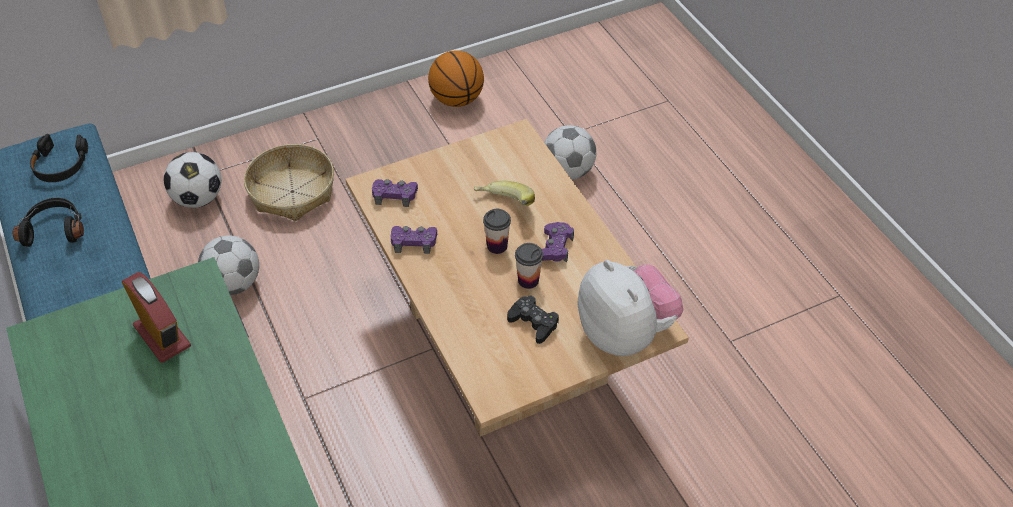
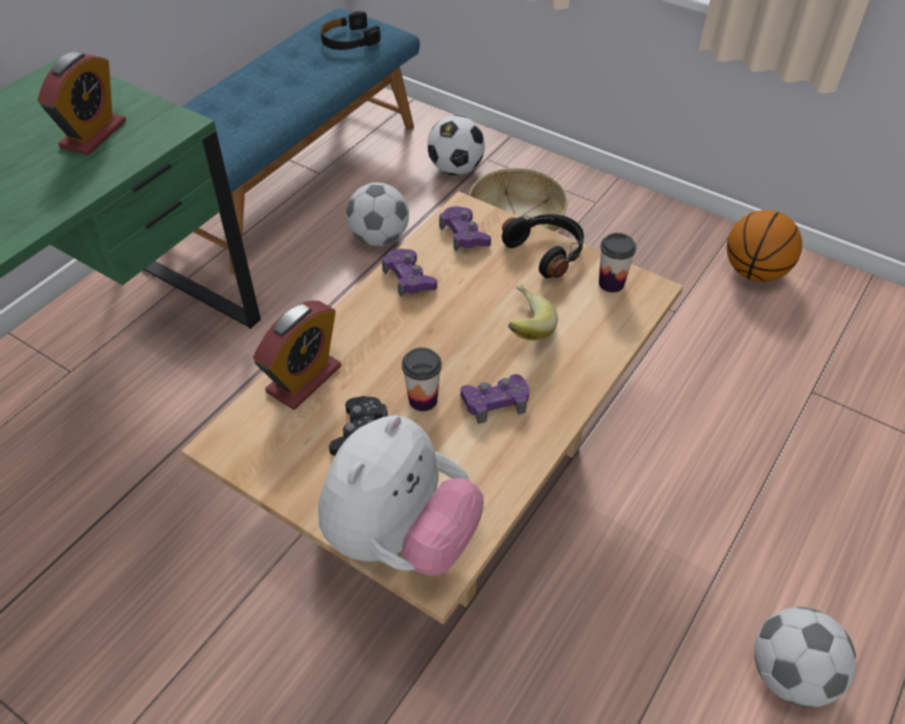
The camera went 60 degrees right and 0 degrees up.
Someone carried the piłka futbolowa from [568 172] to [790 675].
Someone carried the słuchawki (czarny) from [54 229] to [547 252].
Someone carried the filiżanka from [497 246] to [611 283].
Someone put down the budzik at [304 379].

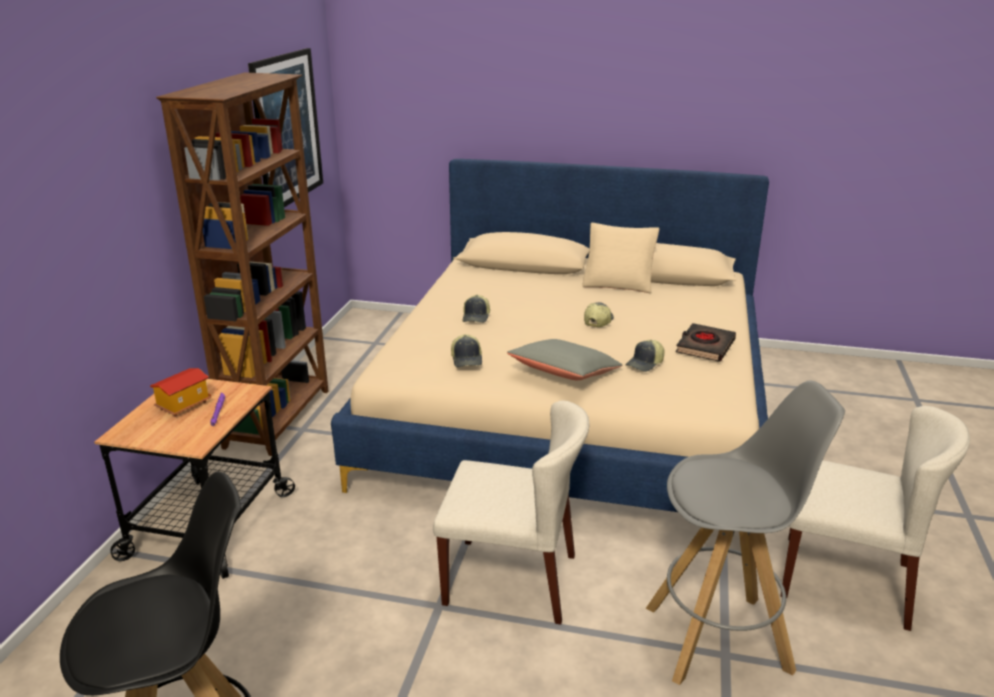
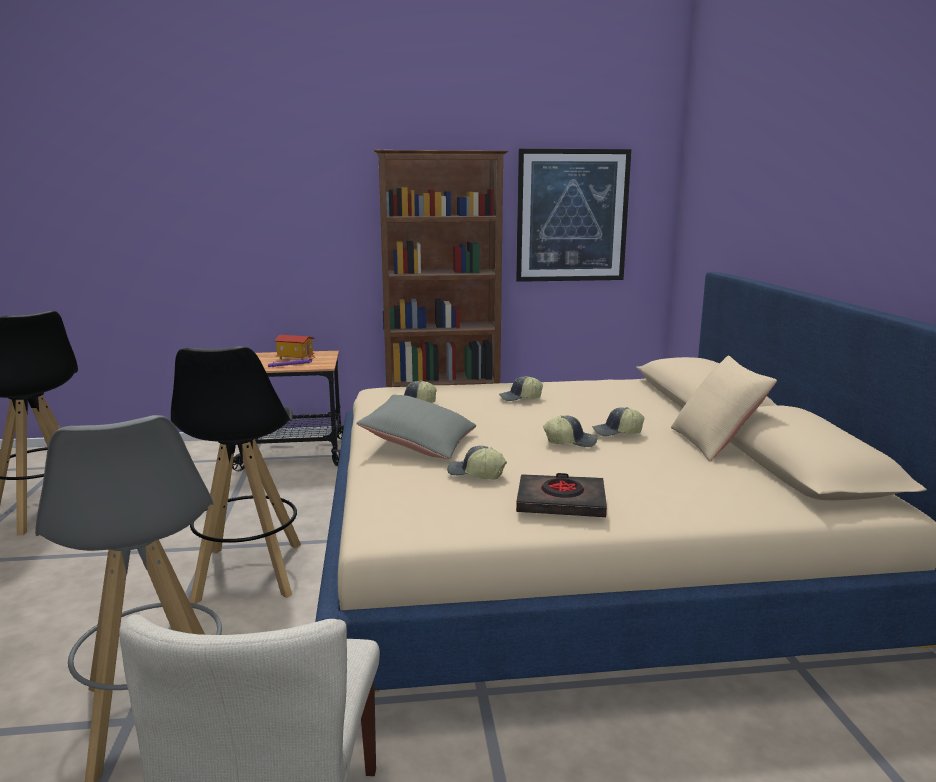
The camera went 70 degrees right and 10 degrees down.
Someone swapped the krzesło (beżowy) at [512 579] for the stołek (czarny) at [248 573].
Someone put down the czapka z daszkiem at [617 433].

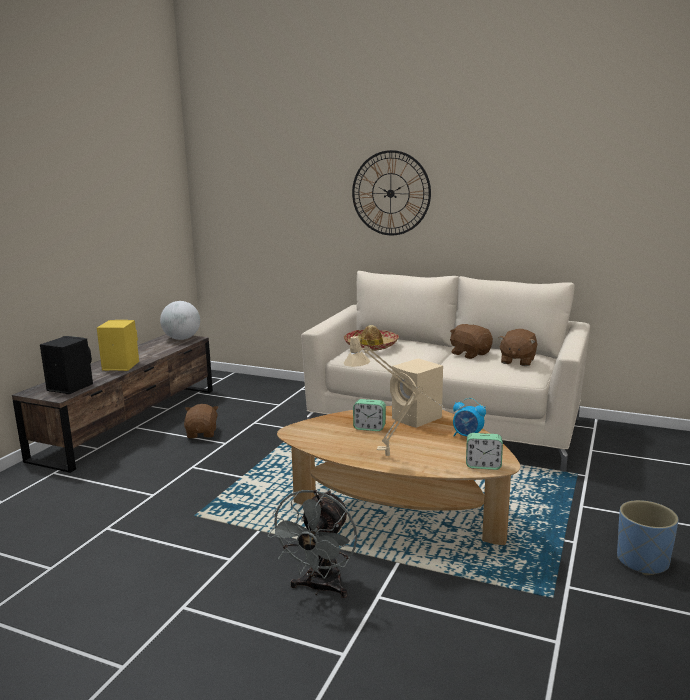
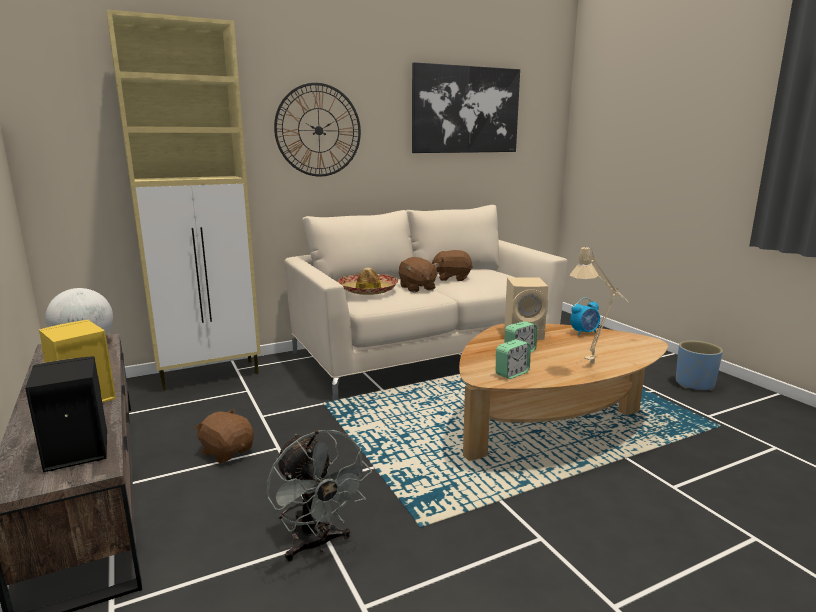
The camera went 50 degrees left and 0 degrees up.
Someone carried the pluszak (brązowy) from [517 361] to [417 288].
Someone carried the budzik from [483 465] to [512 373].
Someone carried the wentylator (szary) from [320 588] to [316 544].
Someone put down the szafka (beżowy) at [211 374].
Someone put up the obraz at [466 110].

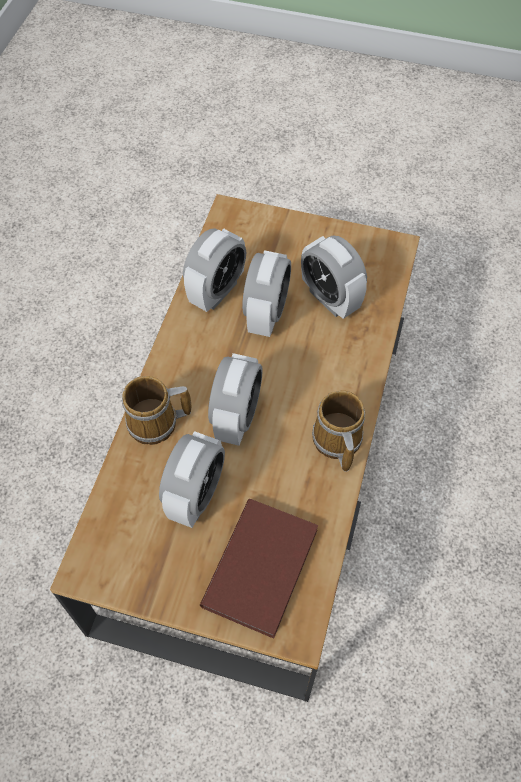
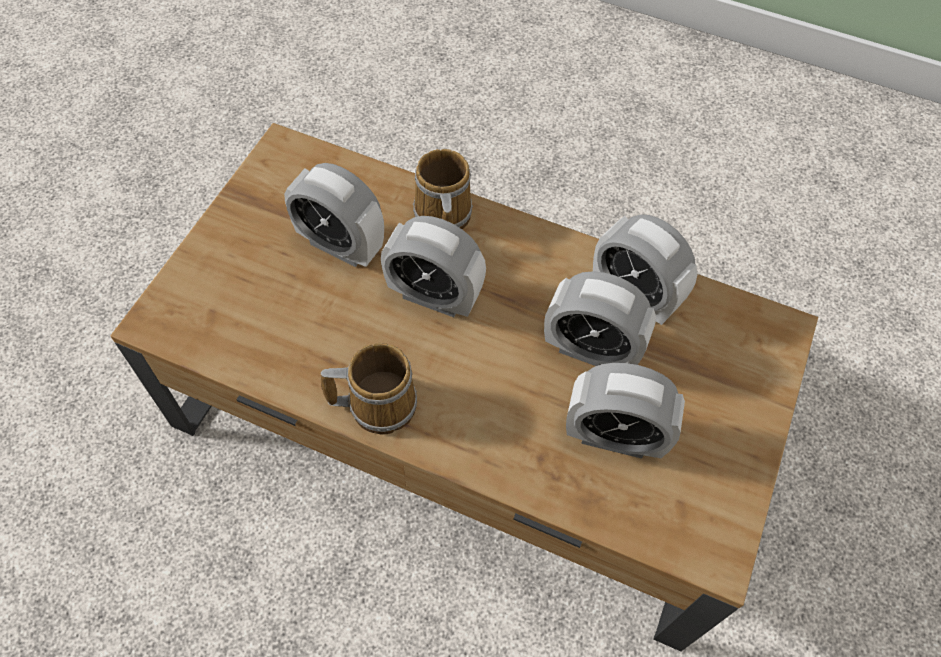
The camera went 95 degrees right and 0 degrees up.
Someone rotated the budzik at [330 299] by 135 degrees counterclockwise.
Someone took away the książka (brązowy) at [264 567].

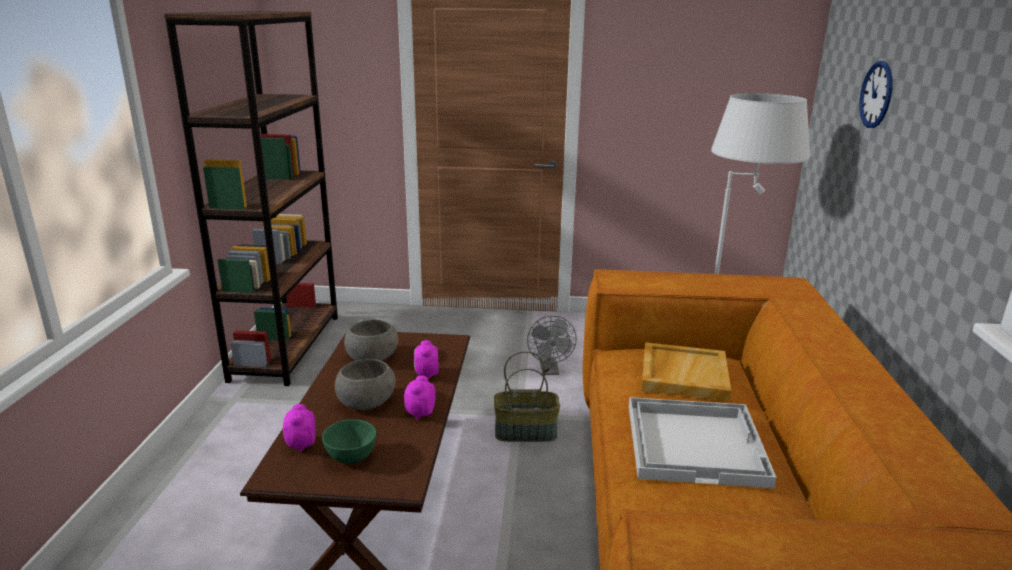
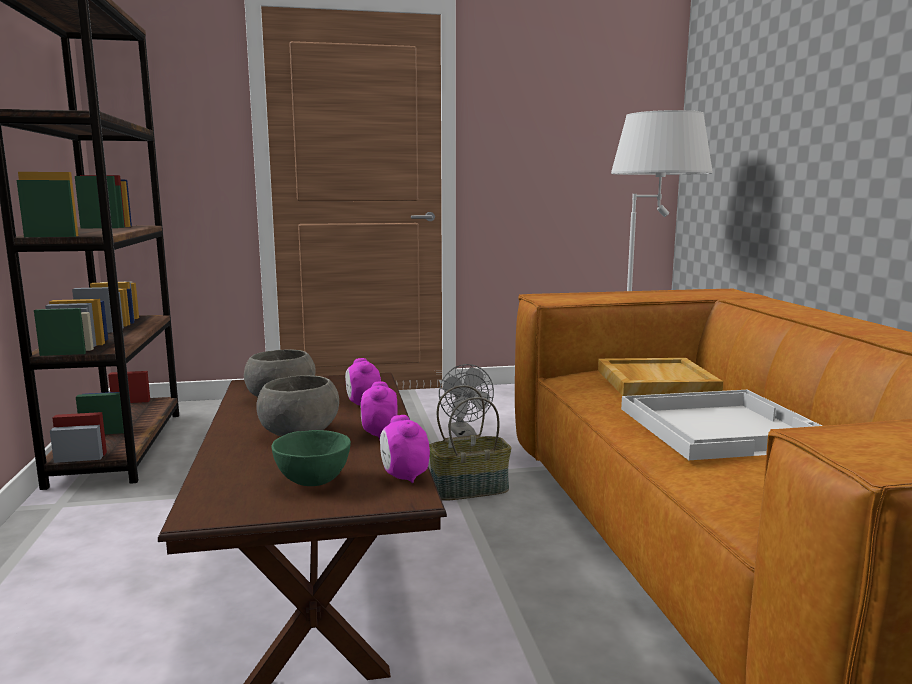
The camera went 15 degrees left and 10 degrees down.
Someone took away the zegar ścienny at [876 95].
Someone carried the budzik from [301 445] to [404 477].

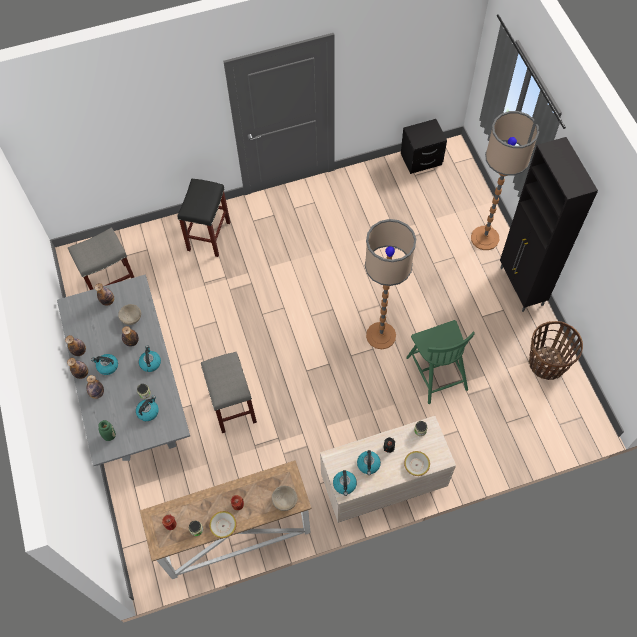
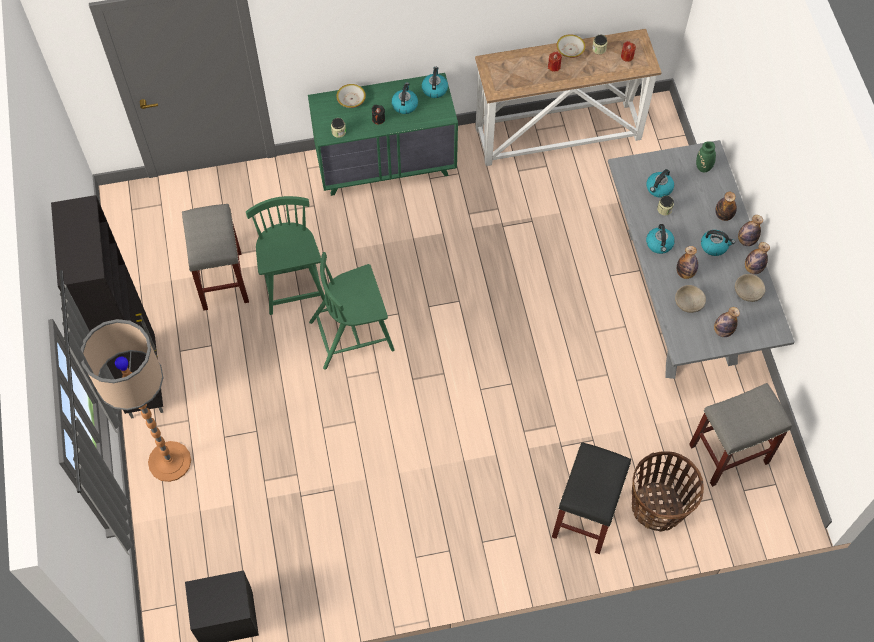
The camera went 175 degrees left and 0 degrees up.
Someone swapped the lampa stojąca at [381 335] for the krzesło (zielony) at [353 335].
Someone carried the koszyk from [546 364] to [657 507].
Someone carried the stołek (szary) from [233 407] to [221 280].
Someone repainted the komoda (beżowy) at [382 484], which became the komoda (zielony) at [386 165].
Someone carried the miska (beżowy) from [285 500] to [747 293].

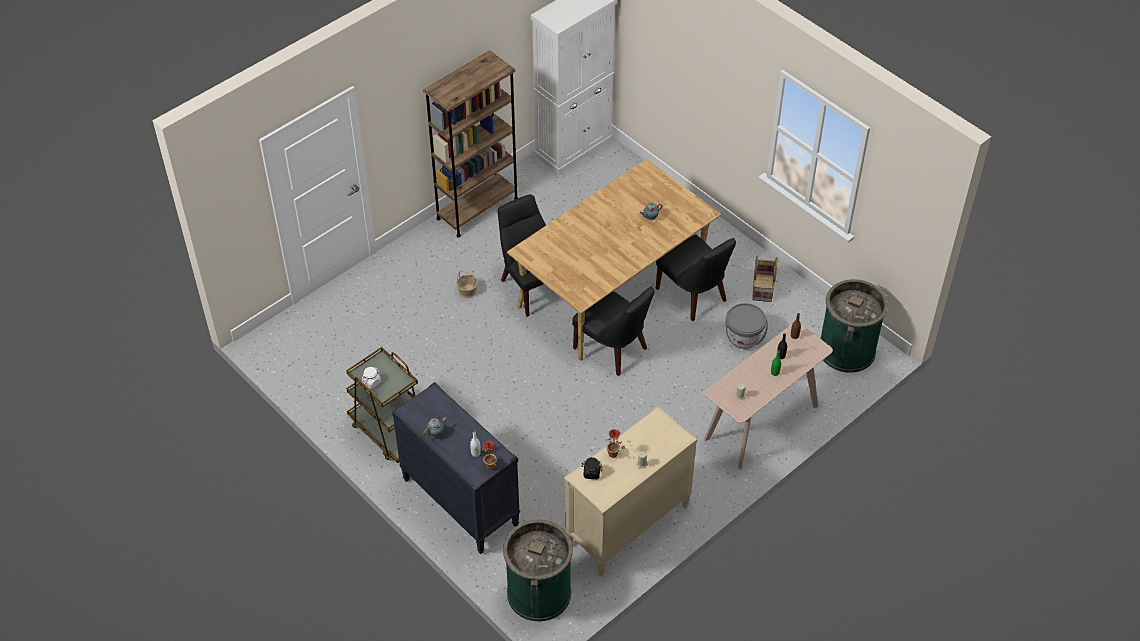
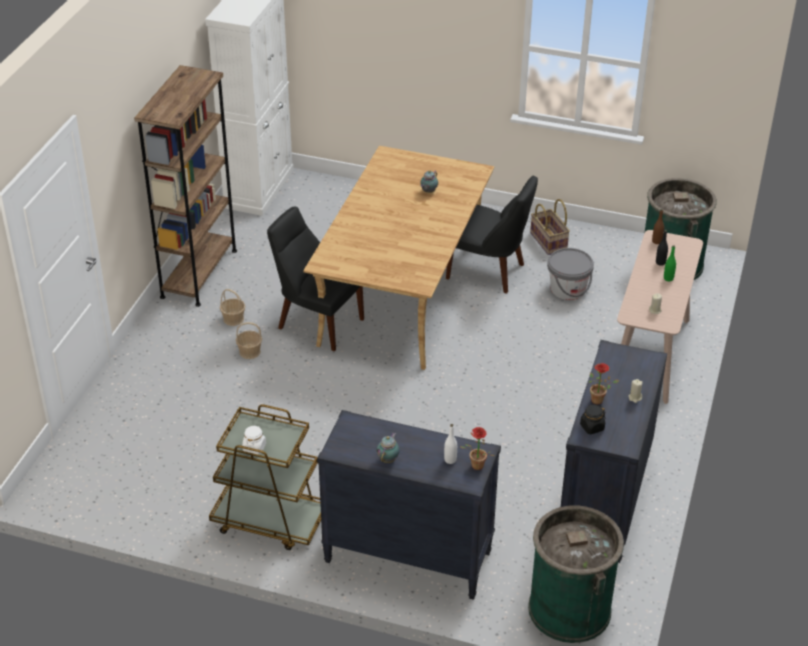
The camera went 30 degrees left and 10 degrees down.
Someone took away the krzesło (czarny) at [613 350].
Someone repainted the komoda (beżowy) at [627 526], which became the komoda (czarny) at [604 502].
Someone put down the koszyk at [233 319].

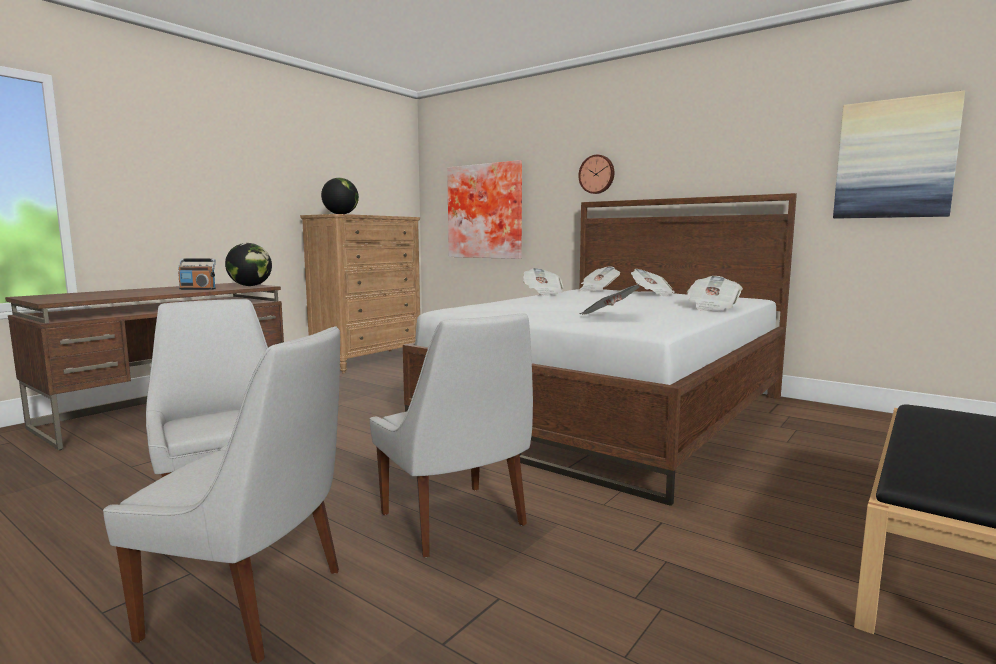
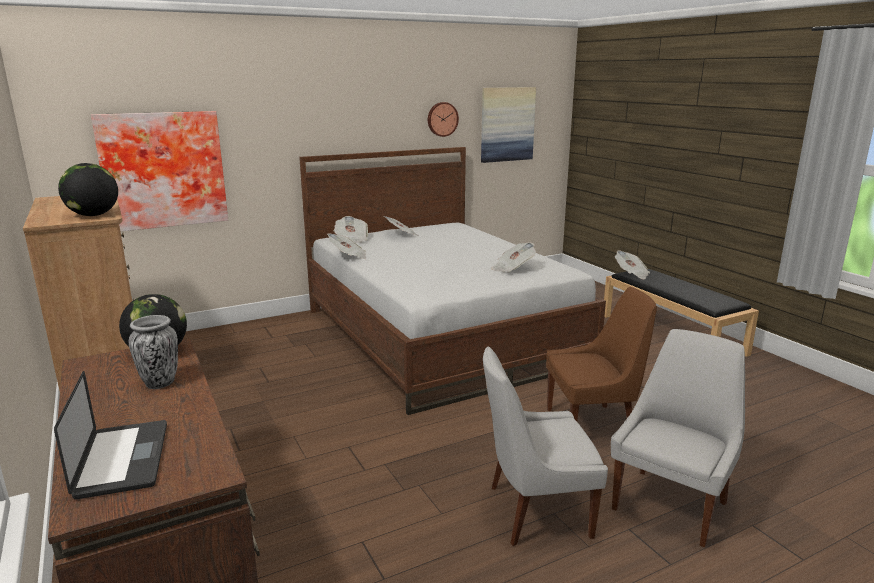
The camera went 65 degrees left and 10 degrees up.
Someone carried the zegar ścienny from [597 174] to [442 119].
Someone swapped the radio at [198 289] for the wazon at [160 383].
Someone carried the gazeta from [712 308] to [631 274].
Someone repainted the krzesło (biały) at [455 521], which became the krzesło (brązowy) at [592 425].
Someone put down the laptop at [123 459].

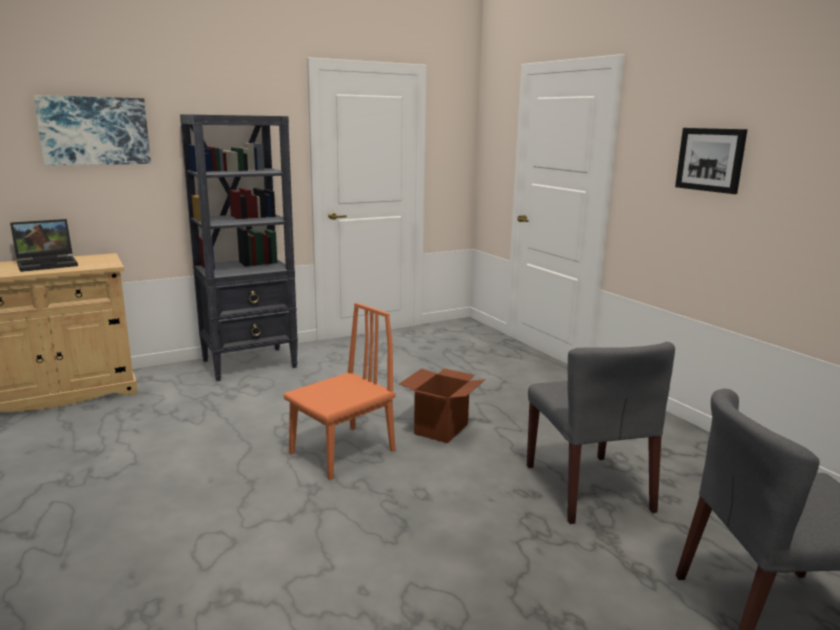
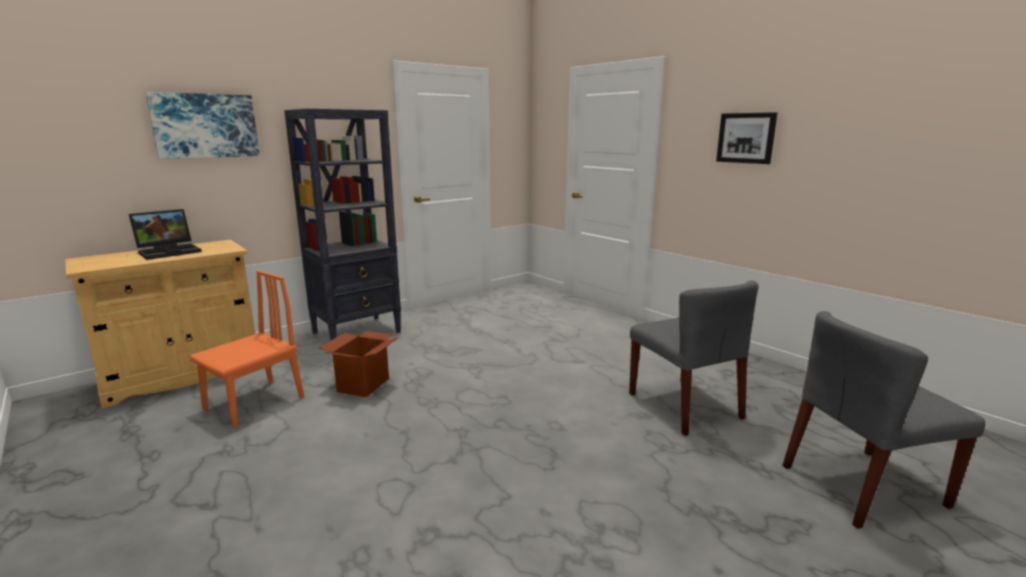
The camera went 10 degrees left and 0 degrees up.
Someone carried the krzesło (pomarańczowy) from [342 452] to [254 403].
Someone carried the karton from [441 429] to [363 385].

